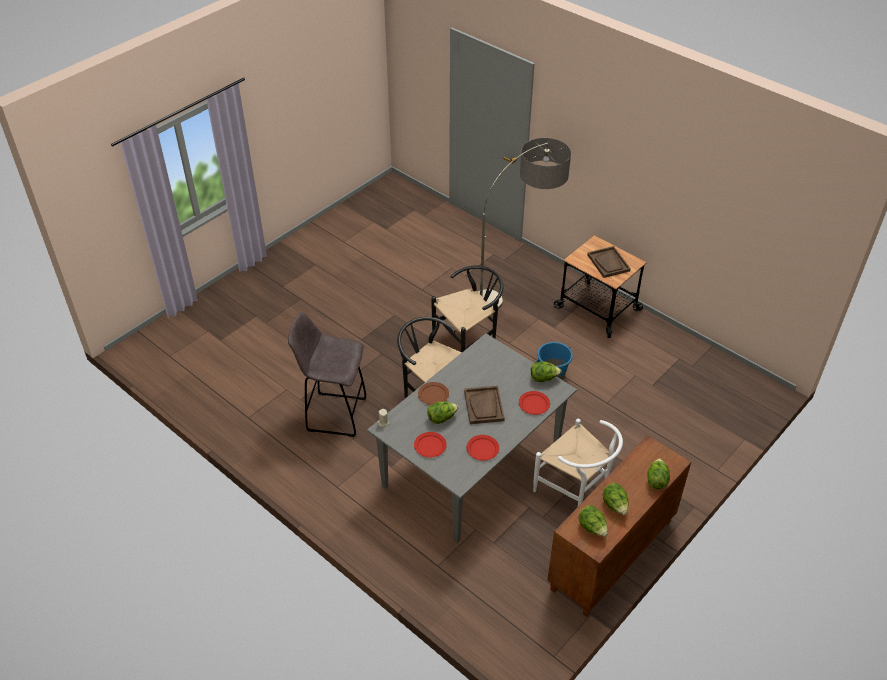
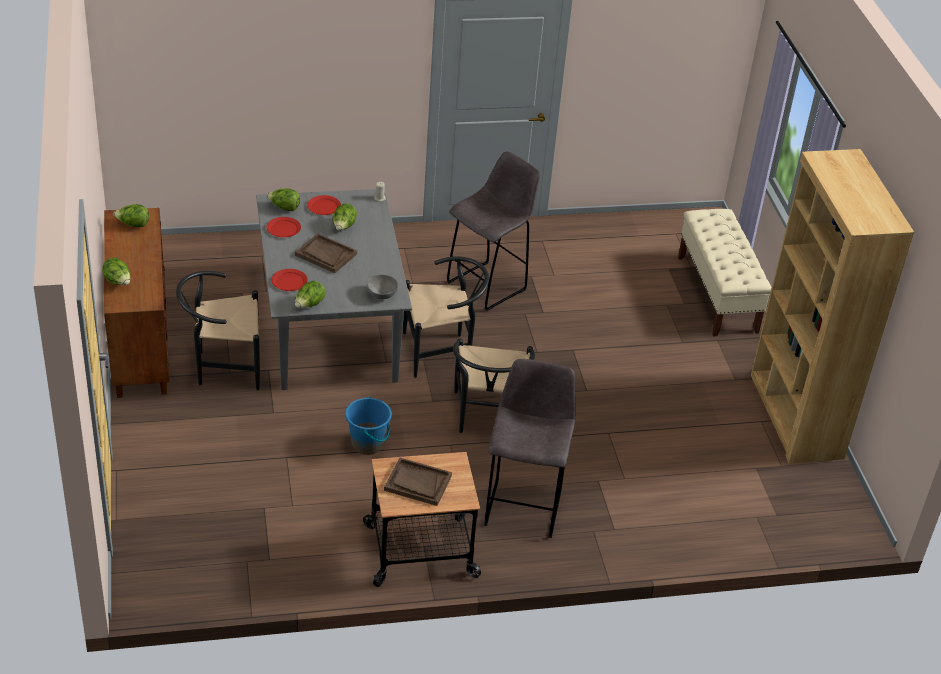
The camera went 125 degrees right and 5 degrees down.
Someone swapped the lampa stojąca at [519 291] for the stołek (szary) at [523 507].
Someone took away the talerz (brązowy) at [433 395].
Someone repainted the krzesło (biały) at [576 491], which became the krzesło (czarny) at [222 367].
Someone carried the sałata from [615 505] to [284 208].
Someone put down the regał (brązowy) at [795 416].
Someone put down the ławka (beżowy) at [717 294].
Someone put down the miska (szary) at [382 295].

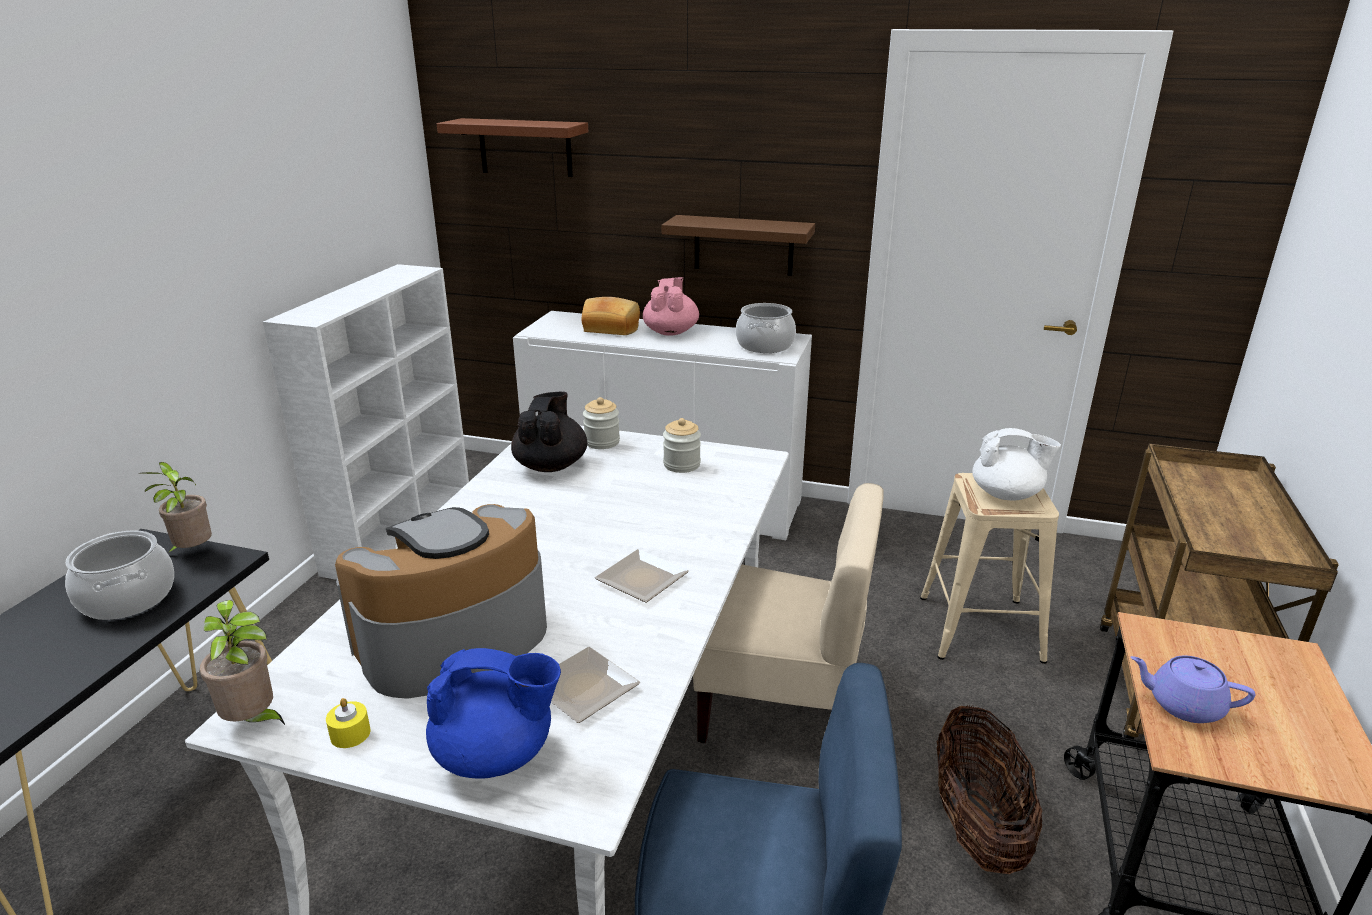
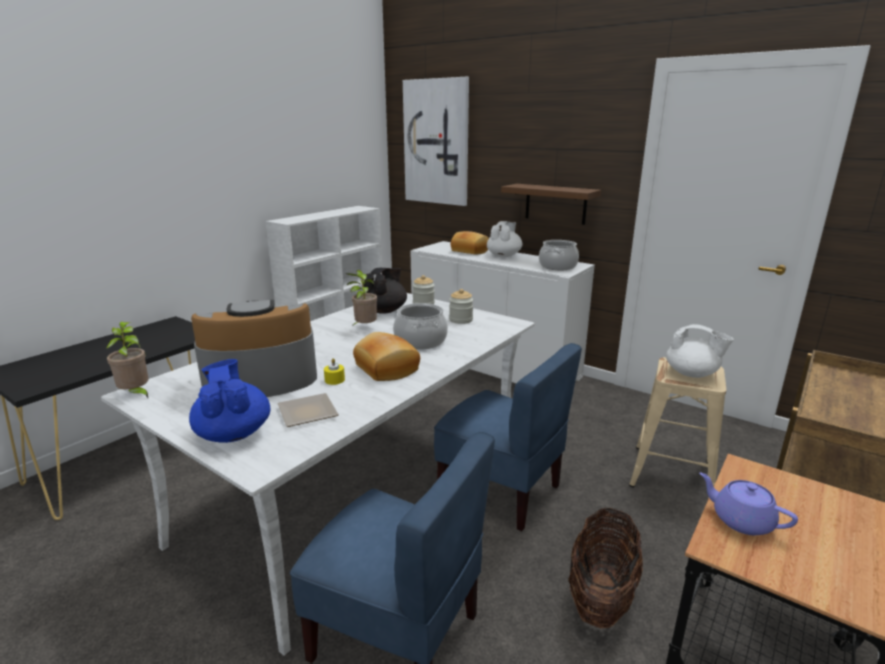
The camera went 20 degrees right and 5 degrees down.
Someone swapped the półka (brązowy) at [525 147] for the obraz at [436 142].
Someone repainted the imbryk (różowy) at [671 332], which became the imbryk (biały) at [504 255].
Someone carried the roślina doniczkowa from [192 552] to [364 328].
Someone repainted the krzesło (beżowy) at [779 708], which became the krzesło (niebieski) at [500 491].
Someone carried the garnek from [127 598] to [420 341].
Someone swapped the talerz at [638 580] for the chleb at [385 369].
Someone rotated the imbryk (niebieski) at [496 755] by 135 degrees counterclockwise.
Someone carried the świeca (żółty) from [350 734] to [334 380].

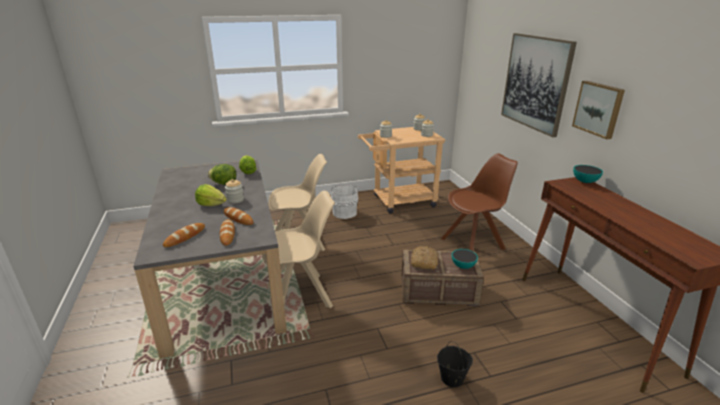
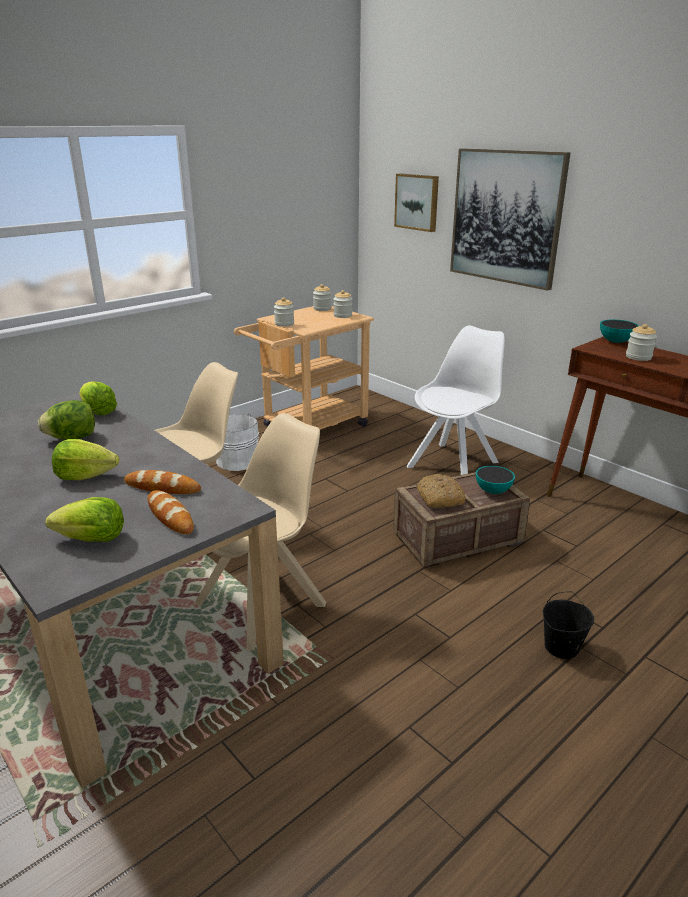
The camera went 25 degrees left and 0 degrees up.
Someone carried the obraz from [598 109] to [417 202].
Someone repainted the krzesło (brązowy) at [474 243], which became the krzesło (biały) at [454 463].
Someone carried the słoik from [235 200] to [638 357].
Someone swapped the chleb at [185 237] for the sałata at [92 539].

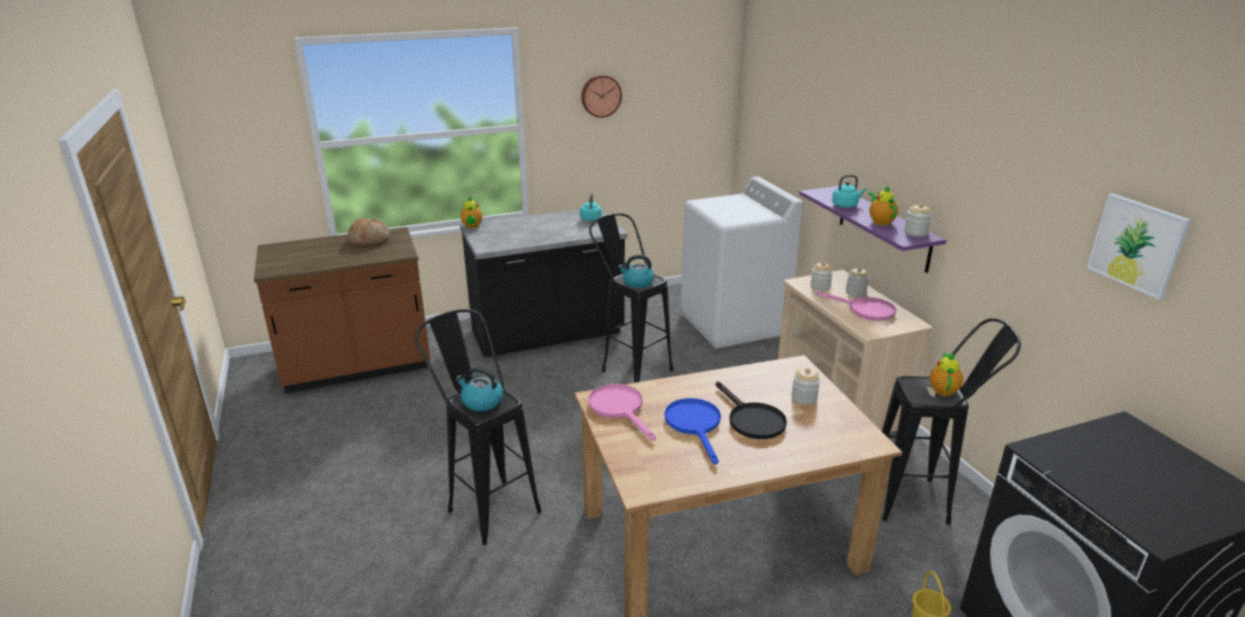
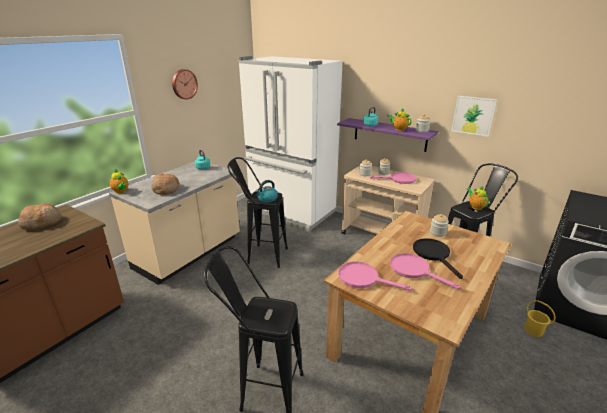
The camera went 35 degrees left and 0 degrees up.
Someone swapped the pralka (biały) at [733 324] for the lodówka (biały) at [291 212].
Someone carried the obraz from [1137 245] to [473 115].
Someone repainted the zabudowa kuchenna (czarny) at [547 334], which became the zabudowa kuchenna (beżowy) at [189 253].
Someone took away the czajnik at [481 402].
Someone rotated the patelnia (czarny) at [751 420] by 135 degrees counterclockwise.
Someone repainted the patelnia (niebieski) at [695 425], which became the patelnia (różowy) at [414 270].
Someone put down the chleb at [166 189].

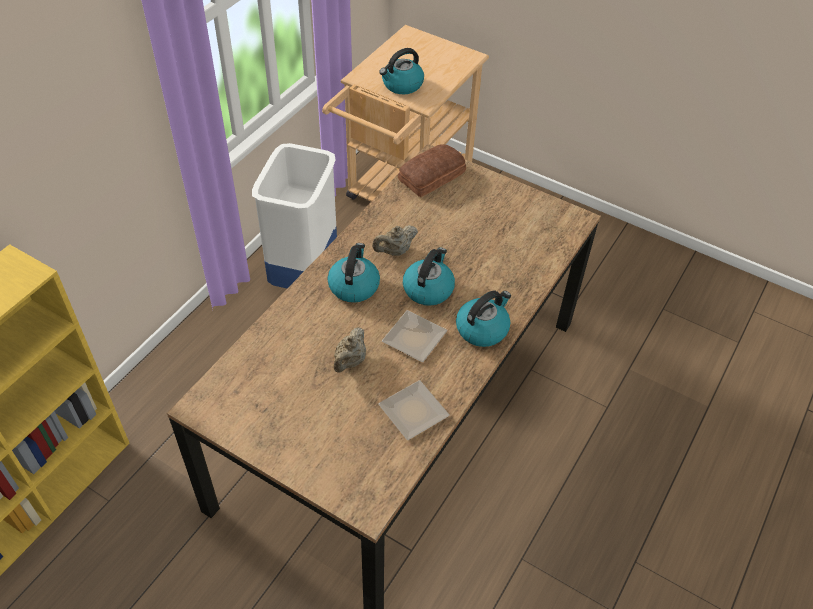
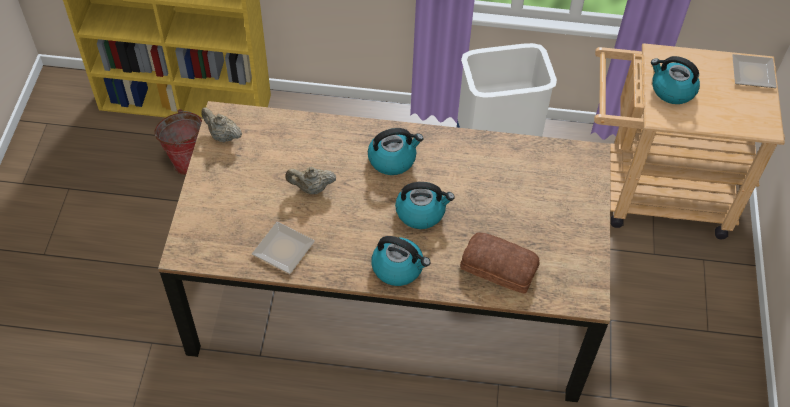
The camera went 65 degrees right and 5 degrees up.
Someone carried the chleb from [433 176] to [499 268].
Someone carried the imbryk (beżowy) from [395 251] to [223 136].
Someone carried the talerz from [414 336] to [754 72].
Someone put down the wiadro at [188 159].

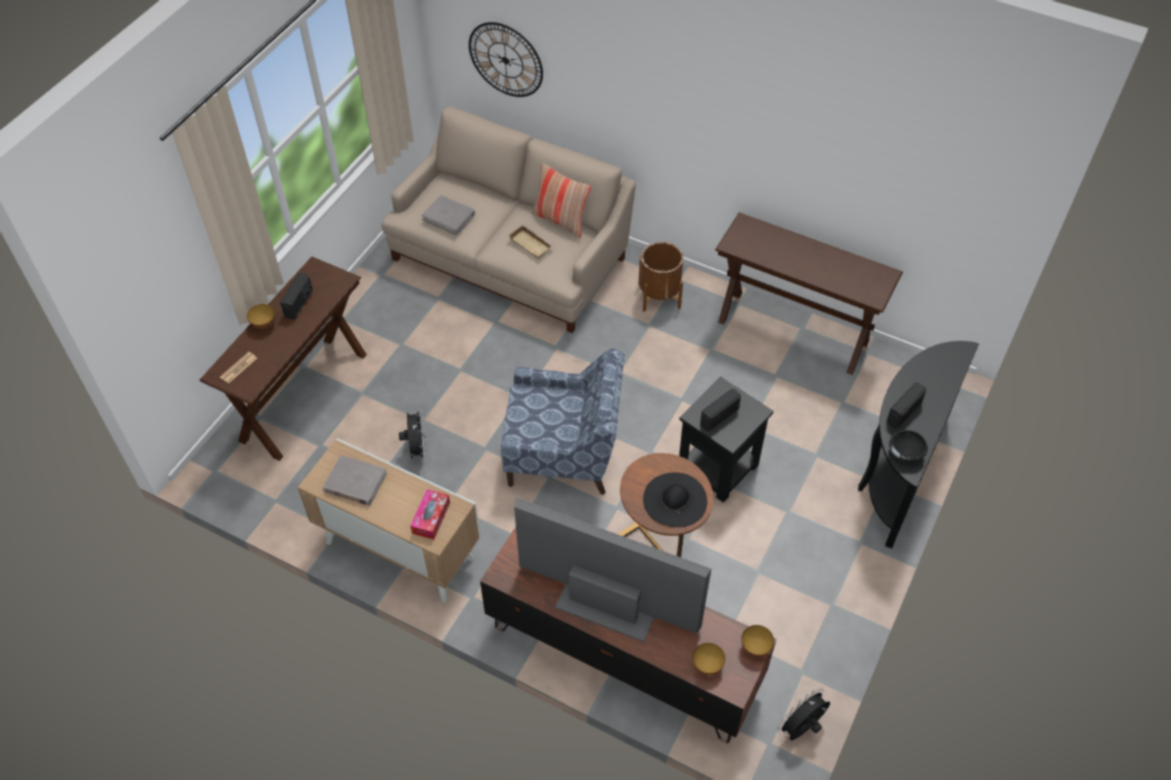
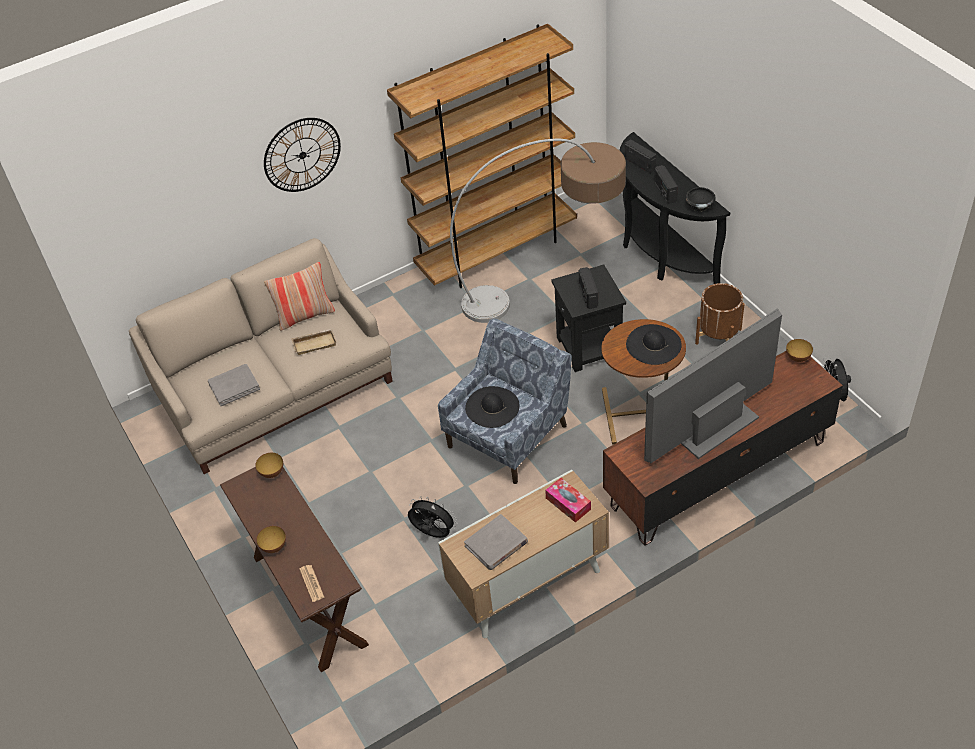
The camera went 55 degrees left and 5 degrees down.
Someone carried the zegar ścienny from [505 60] to [302 155].
Someone swapped the stolik konsolowy (brązowy) at [793 332] for the regał (brązowy) at [497 252].
Someone carried the donica (brązowy) from [659 296] to [718 336].
Someone carried the radio from [299 303] to [640 163].
Someone carried the miska from [707 665] to [272 473].
Someone put down the lampa stojąca at [549 290].
Someone put down the kapelusz (czarny) at [492 407].

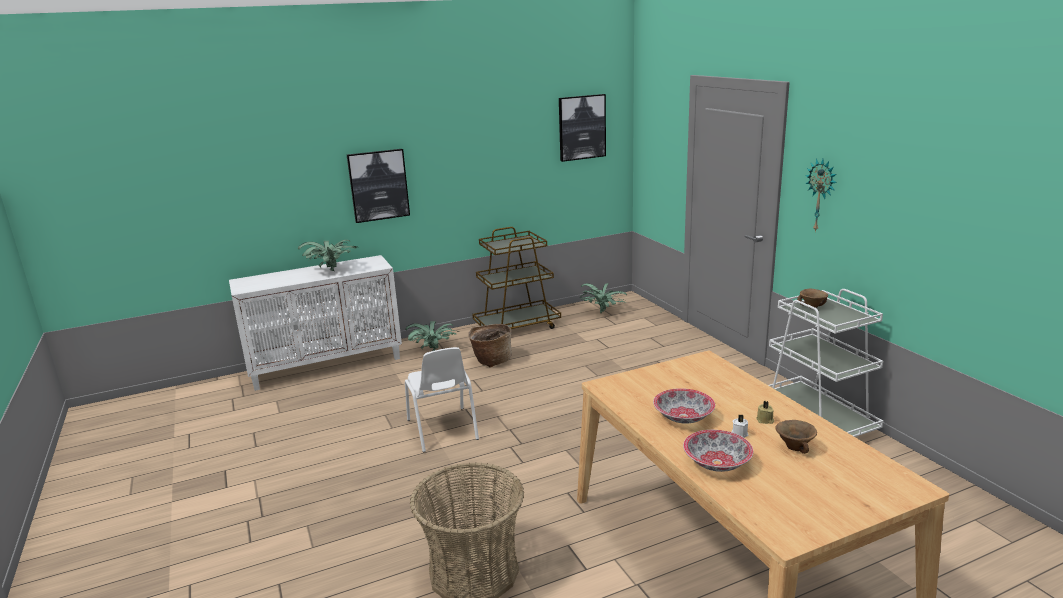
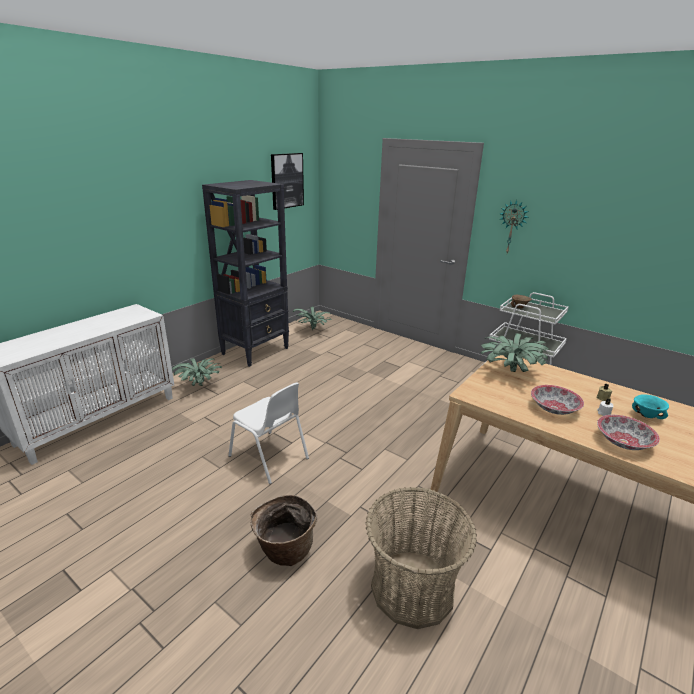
The camera went 30 degrees left and 5 degrees up.
Someone took away the obraz at [378 185].
Someone swapped the wózek (brązowy) at [517 326] for the regał (czarny) at [256 351].
Someone carried the roślina doniczkowa from [331 271] to [510 372].
Someone carried the koszyk from [491 361] to [284 550].
Someone repainted the miska (brązowy) at [795 448], which became the miska (turkusowy) at [647 416].

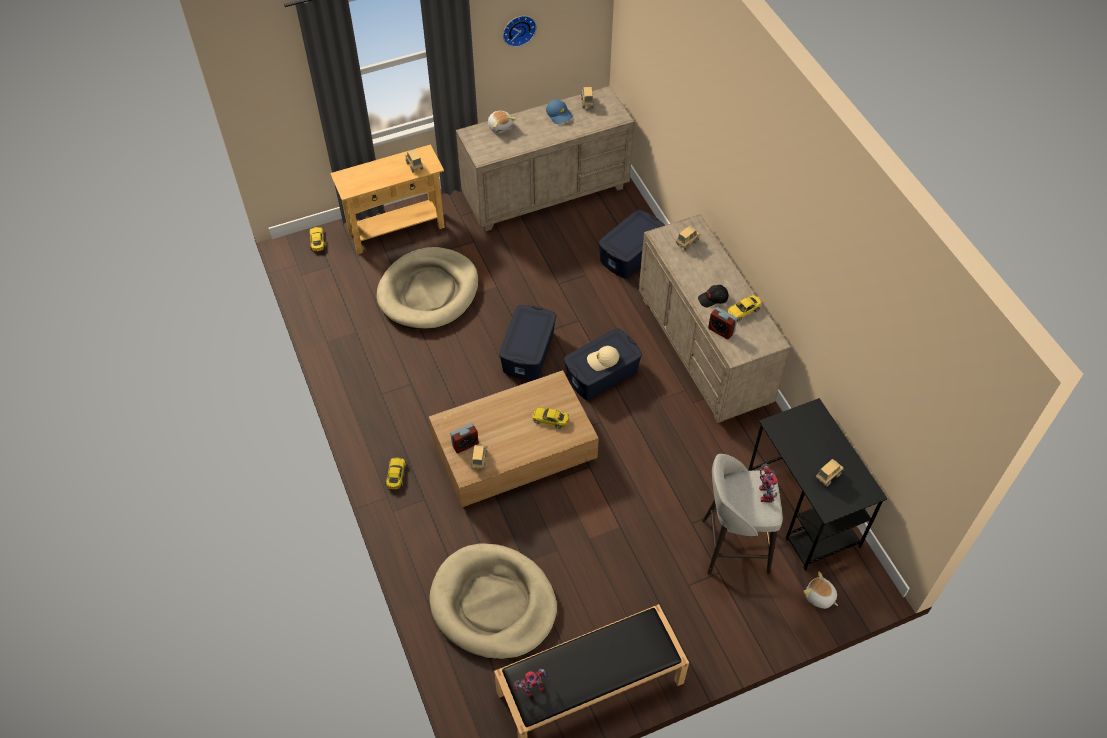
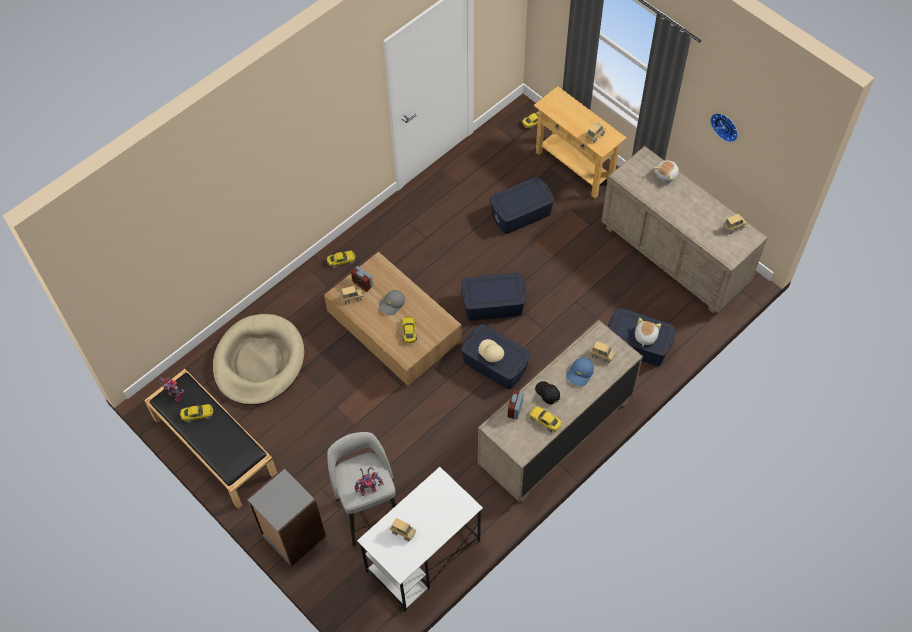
The camera went 70 degrees right and 5 degrees up.
Someone carried the czapka z daszkiem (niebieski) from [559 115] to [580 374].
Someone swapped the legowisko (beżowy) at [428 292] for the pojemnik do przechowywania (niebieski) at [521 214].
Someone repainted the biurko (czarny) at [803 511], which became the biurko (biały) at [423 557].
Someone carried the pluszak from [819 597] to [645 336].
Someone put down the czapka z daszkiem (szary) at [392 304].
Someone put down the samochodzik (żółty) at [197 414].
Someone put down the regał (szary) at [292 535].

